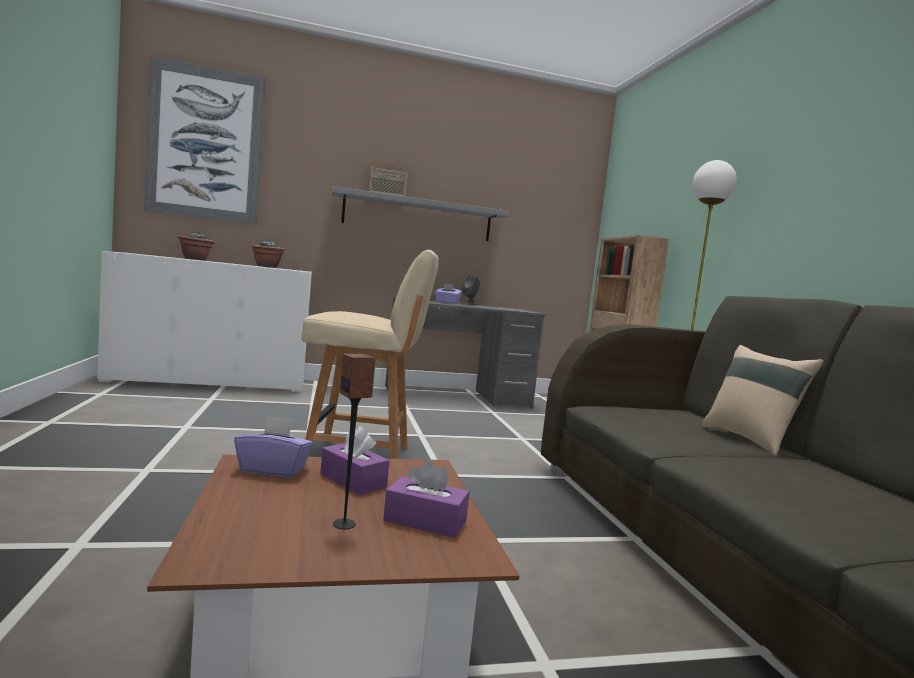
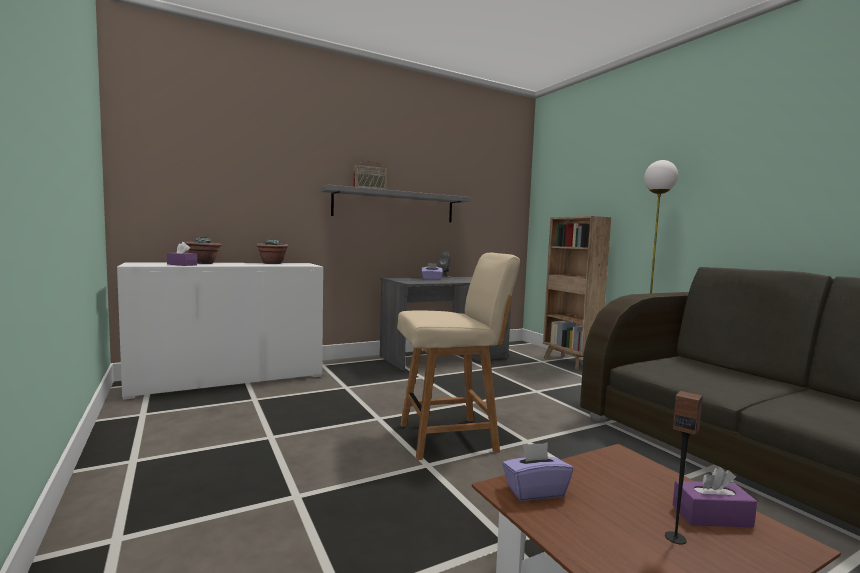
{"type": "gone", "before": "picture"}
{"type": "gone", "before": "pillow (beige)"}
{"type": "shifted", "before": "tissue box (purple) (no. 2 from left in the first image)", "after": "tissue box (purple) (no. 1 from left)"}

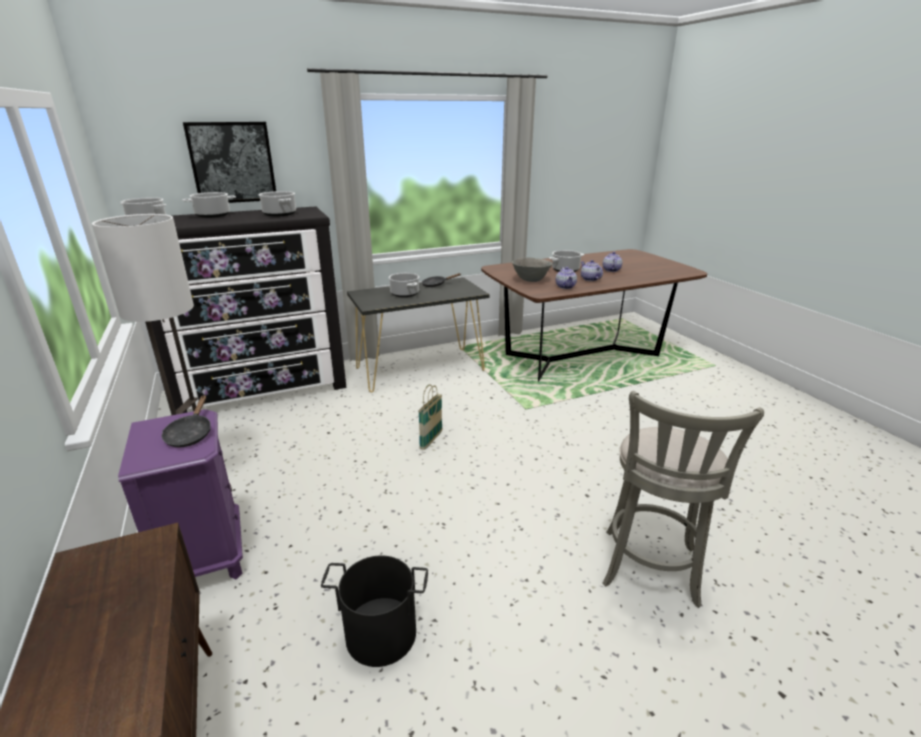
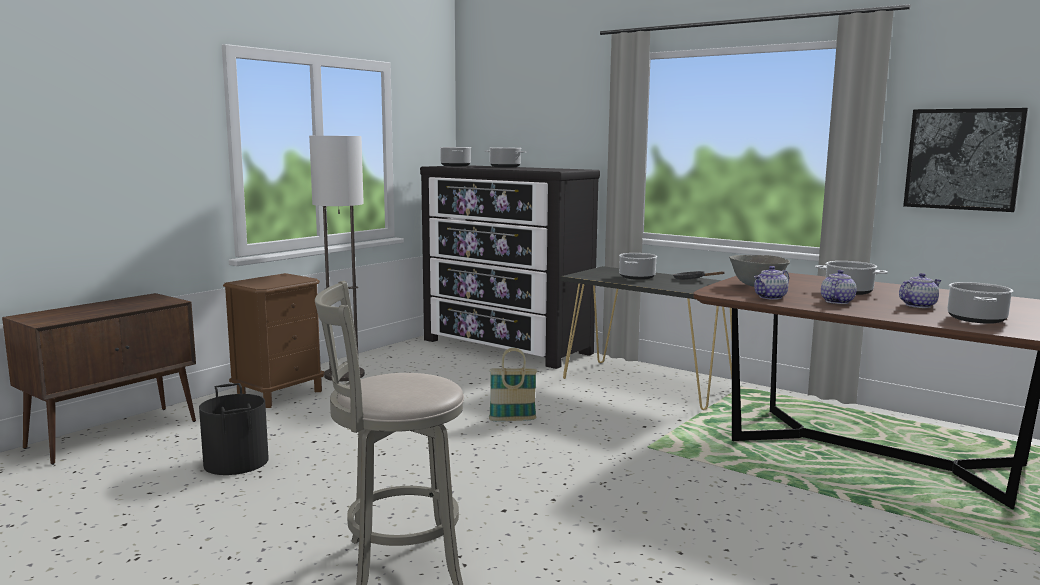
{"type": "gone", "before": "frying pan (black) (no. 1 from left)"}
{"type": "shifted", "before": "picture"}
{"type": "shifted", "before": "cooking pot (no. 3 from left in the first image)", "after": "cooking pot (no. 5 from left)"}
{"type": "repainted", "before": "nightstand (purple)", "after": "nightstand (brown)"}

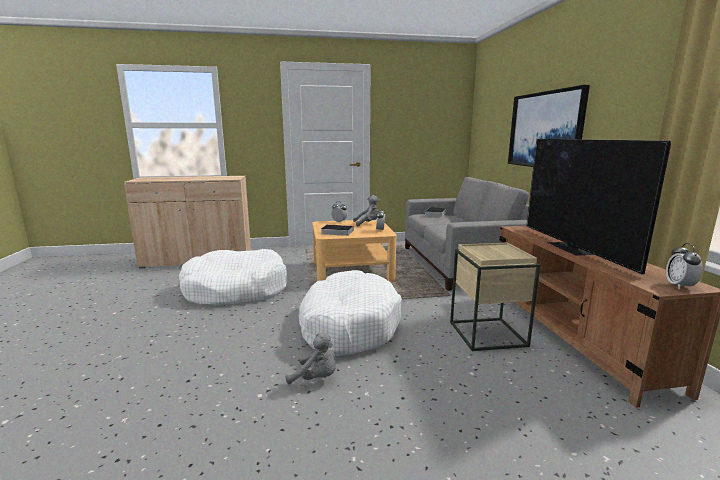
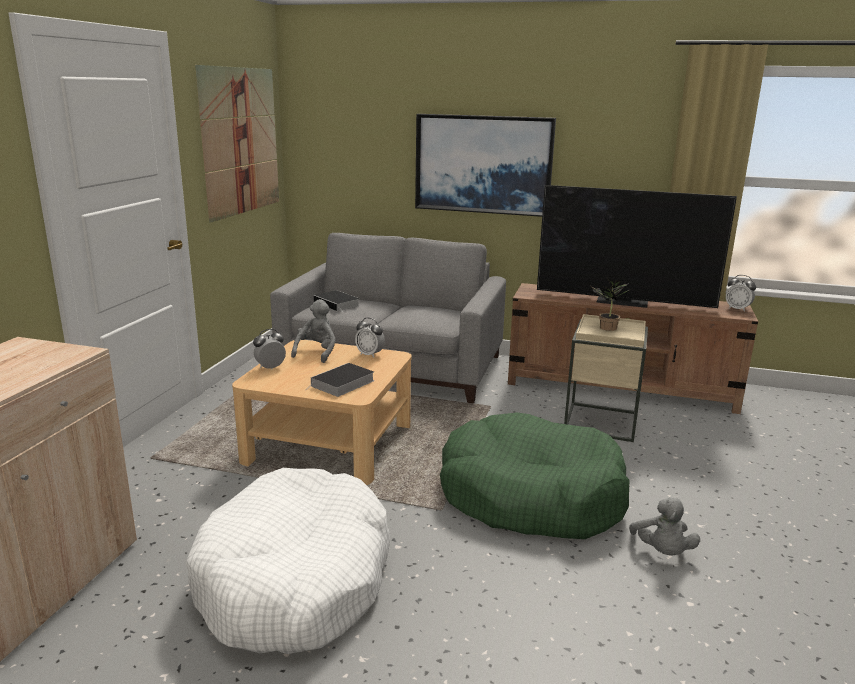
{"type": "new", "after": "picture (no. 1 from left)"}
{"type": "new", "after": "potted plant"}
{"type": "repainted", "before": "dog bed (white) (no. 2 from left)", "after": "dog bed (green)"}
{"type": "rotated", "before": "plush toy (grey) (no. 1 from left in the first image)", "turn": 135}

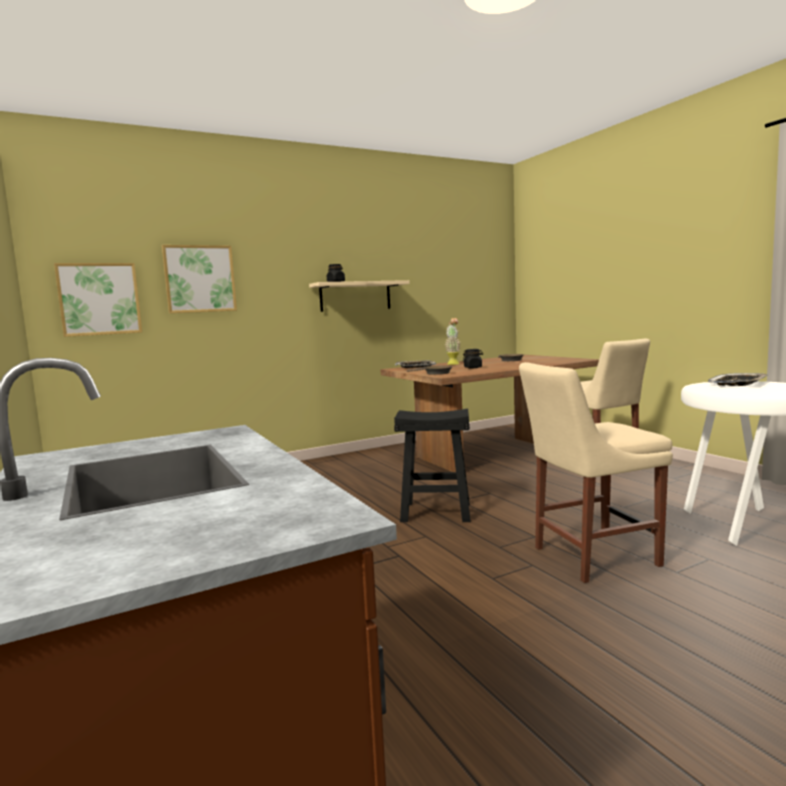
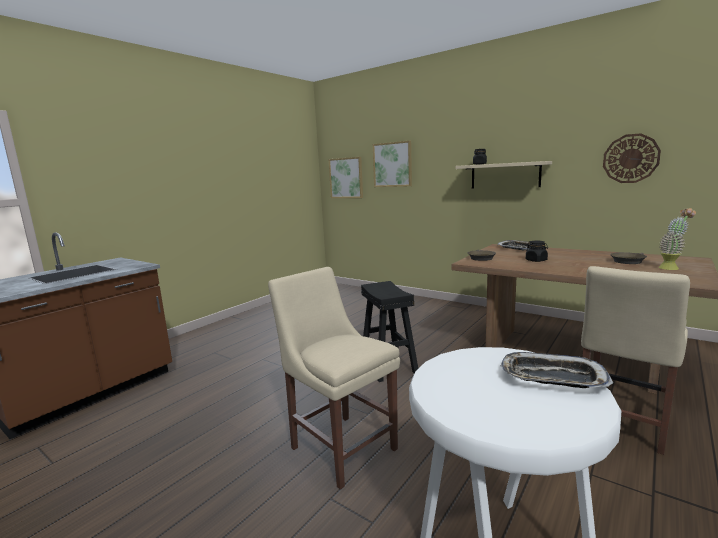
{"type": "new", "after": "wall clock"}
{"type": "shifted", "before": "potted plant"}

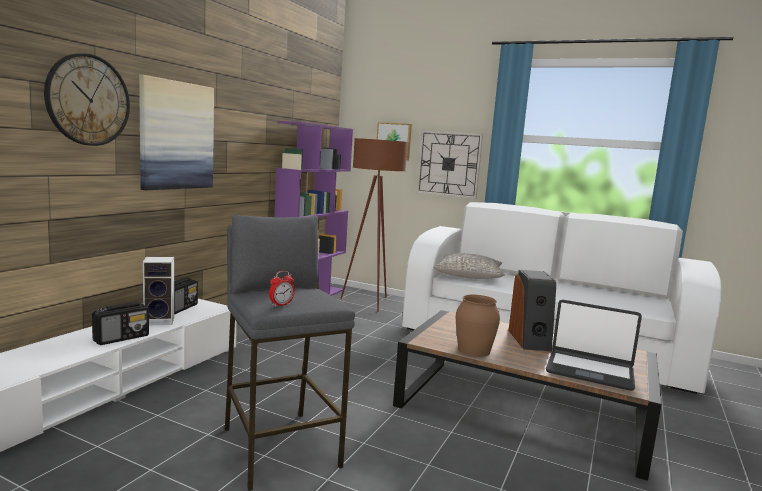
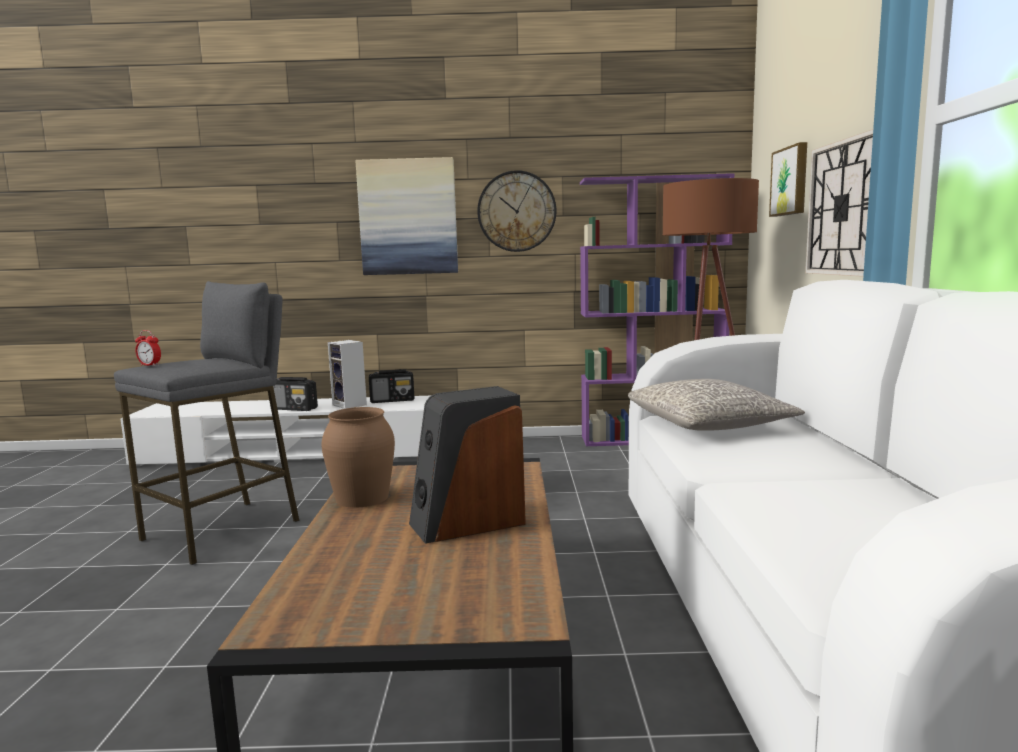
{"type": "gone", "before": "laptop"}
{"type": "shifted", "before": "wall clock (no. 1 from left)"}

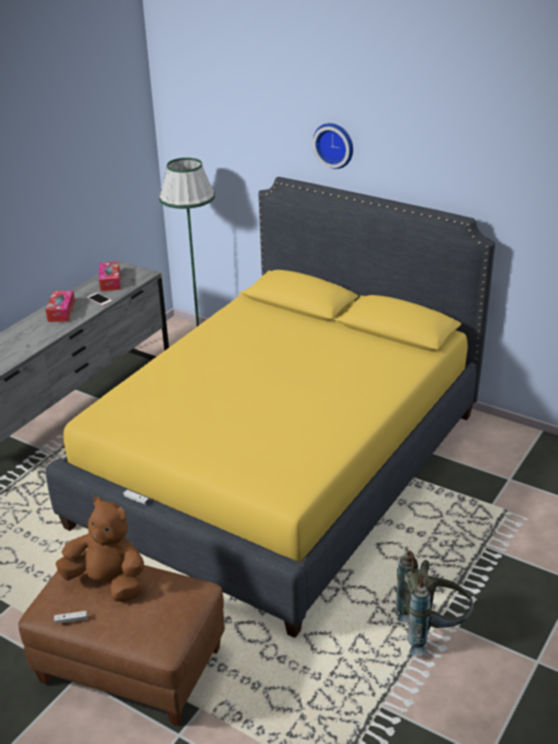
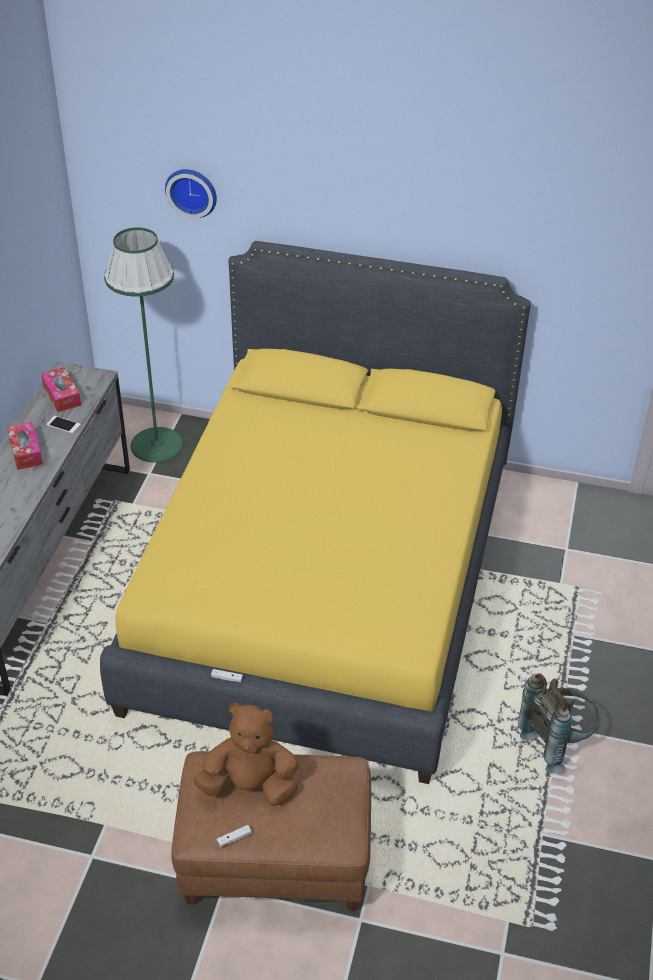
{"type": "shifted", "before": "wall clock"}

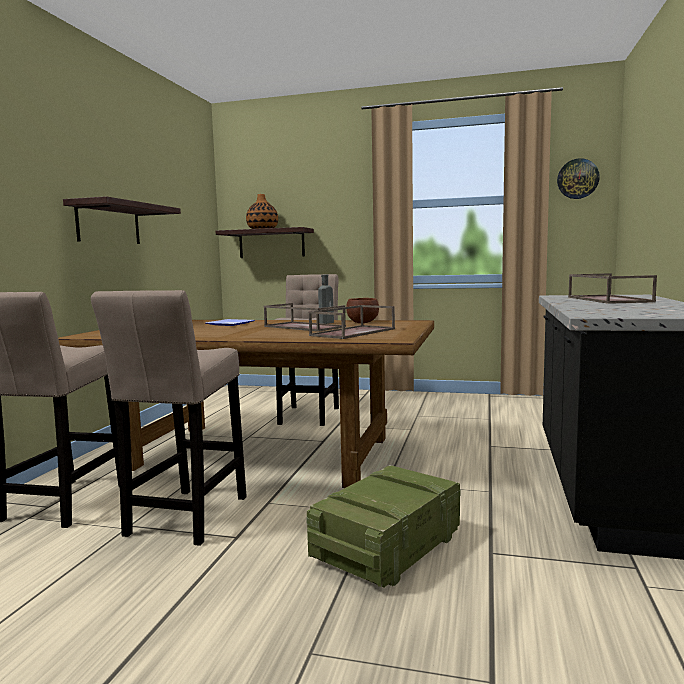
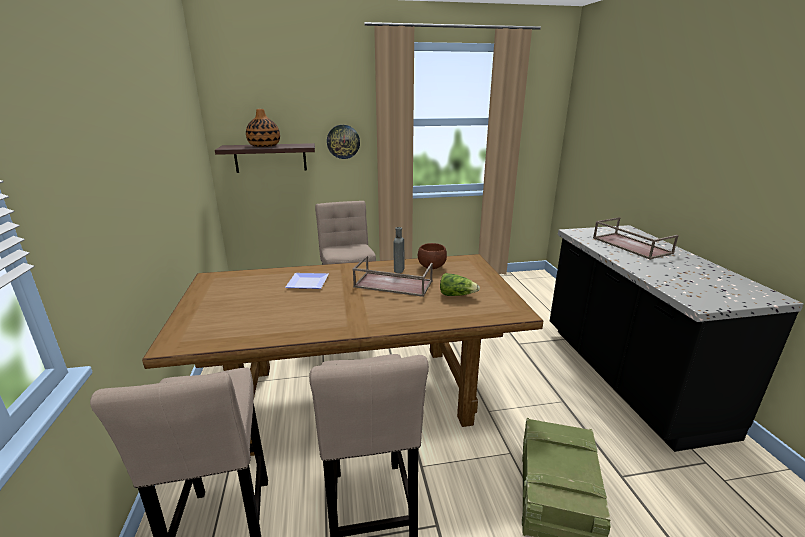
{"type": "gone", "before": "shelf (no. 1 from left)"}
{"type": "shifted", "before": "wall clock"}
{"type": "swapped", "before": "tray (brown) (no. 2 from left)", "after": "lettuce"}

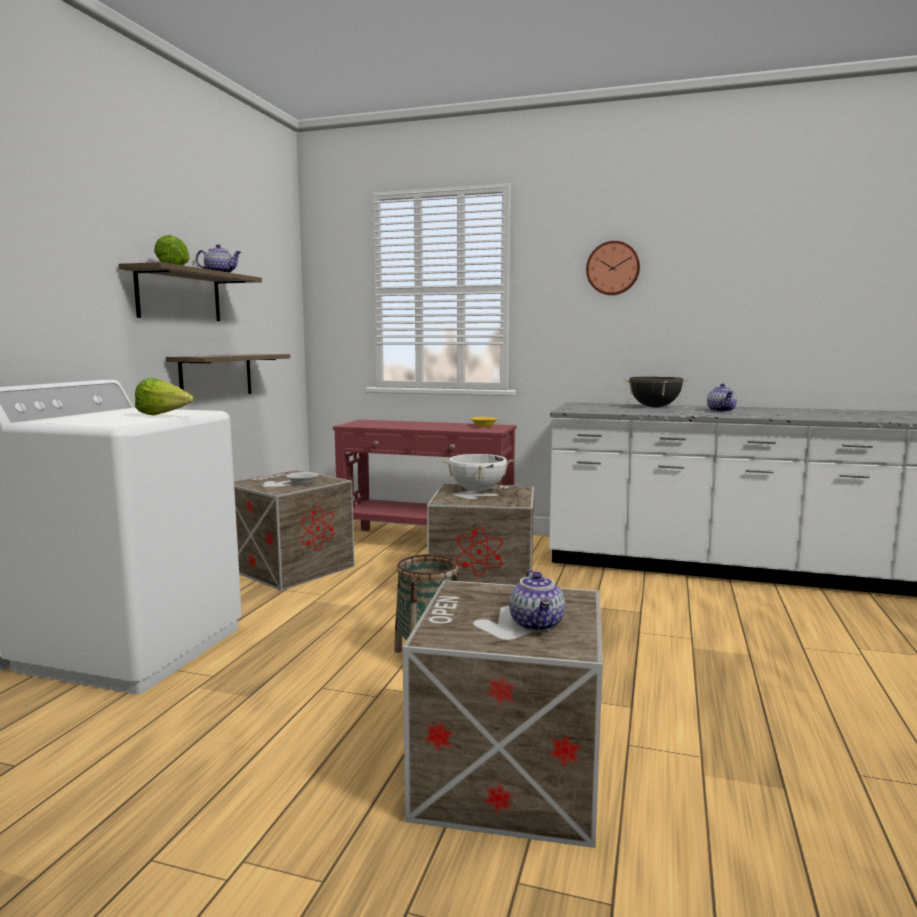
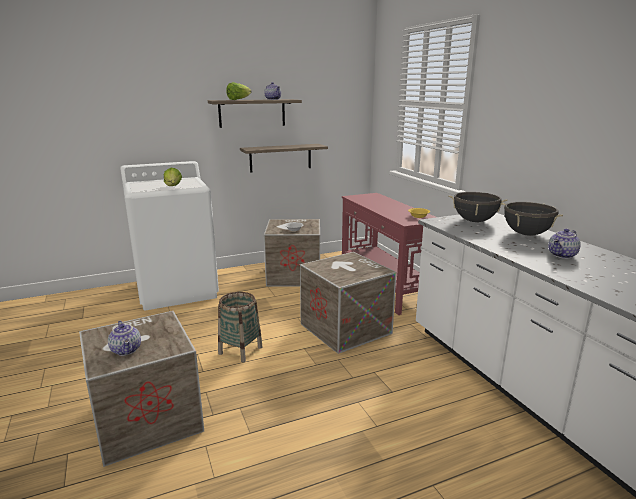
{"type": "gone", "before": "cooking pot (white)"}
{"type": "gone", "before": "wall clock"}
{"type": "new", "after": "cooking pot (black) (no. 1 from left)"}
{"type": "rotated", "before": "teapot (no. 2 from left in the first image)", "turn": -75}

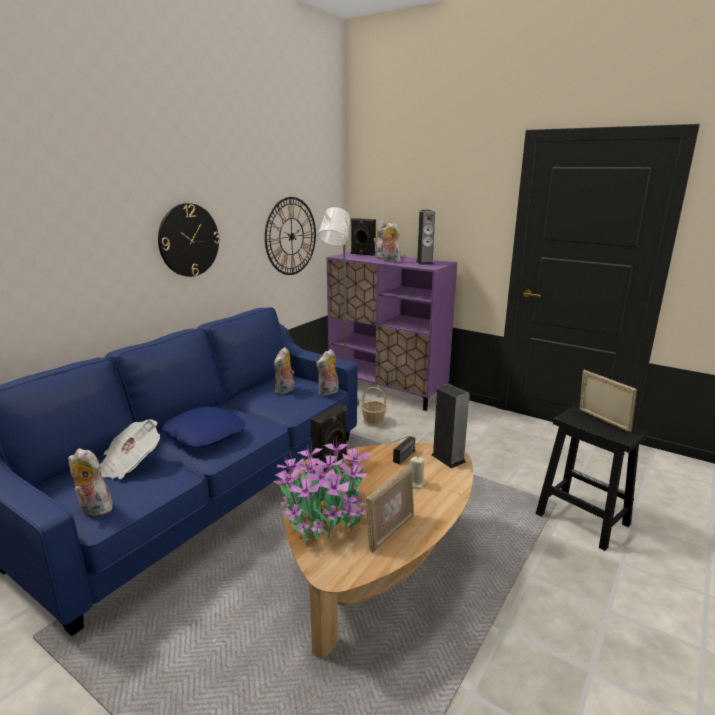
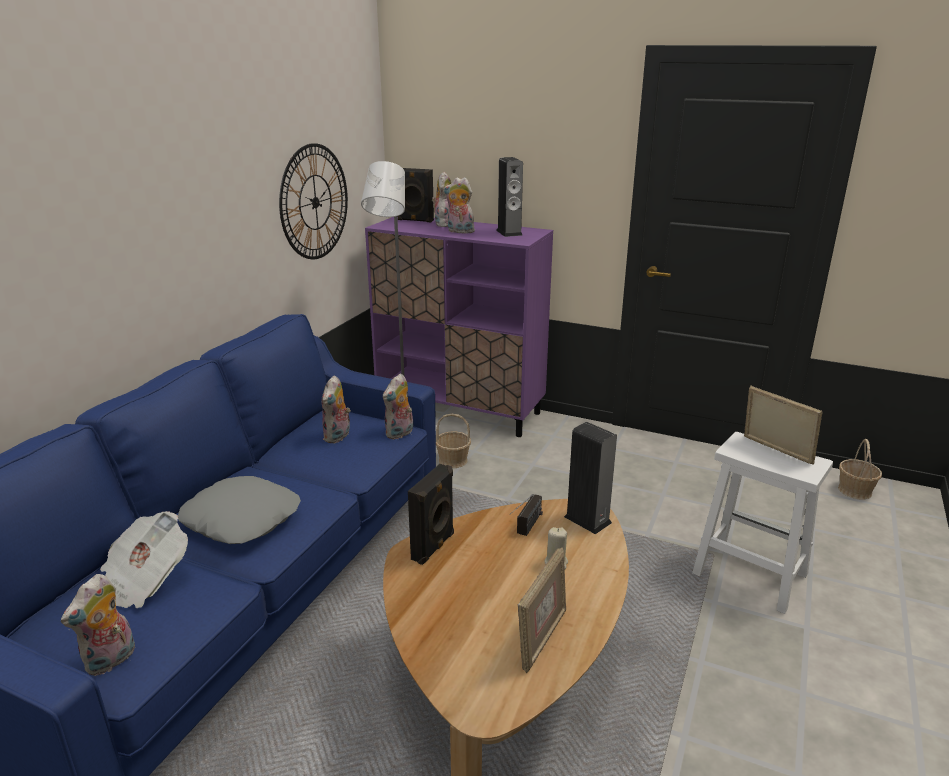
{"type": "gone", "before": "wall clock (no. 1 from left)"}
{"type": "gone", "before": "potted plant"}
{"type": "new", "after": "basket (no. 2 from left)"}
{"type": "repainted", "before": "pillow (blue)", "after": "pillow (grey)"}
{"type": "repainted", "before": "stool (black)", "after": "stool (white)"}
{"type": "rotated", "before": "plush toy (no. 1 from left)", "turn": -75}

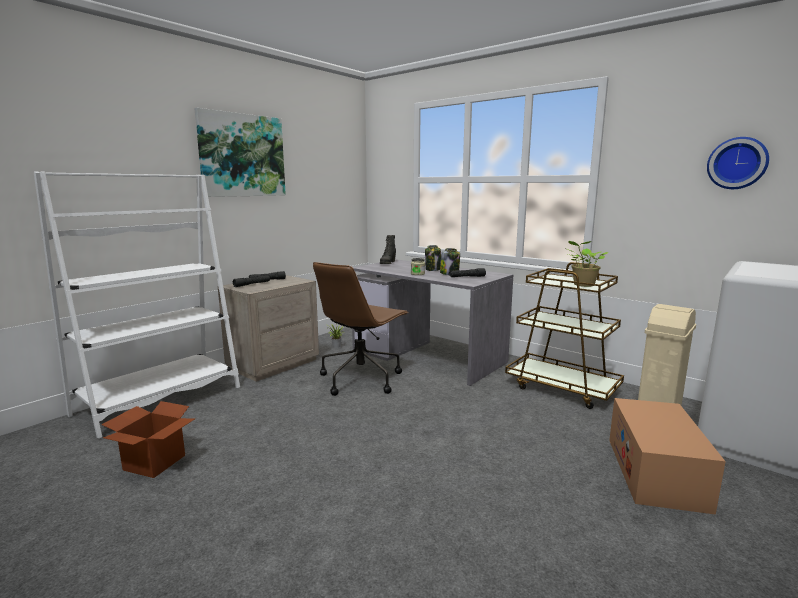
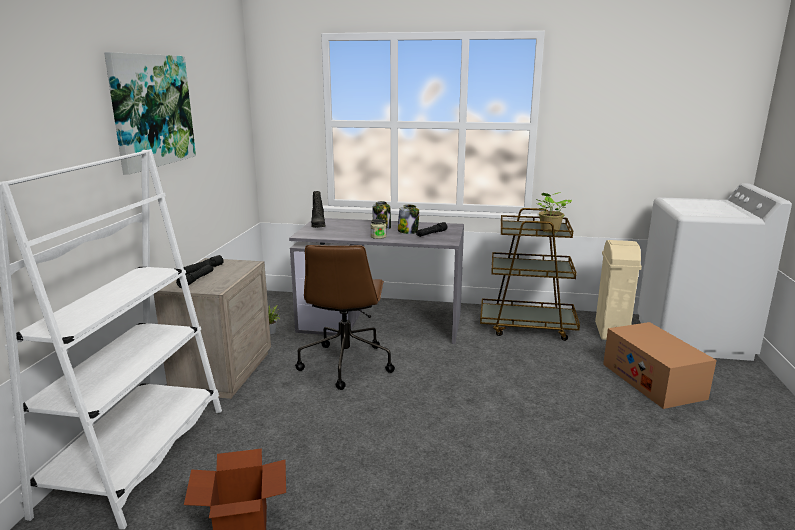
{"type": "gone", "before": "wall clock"}

